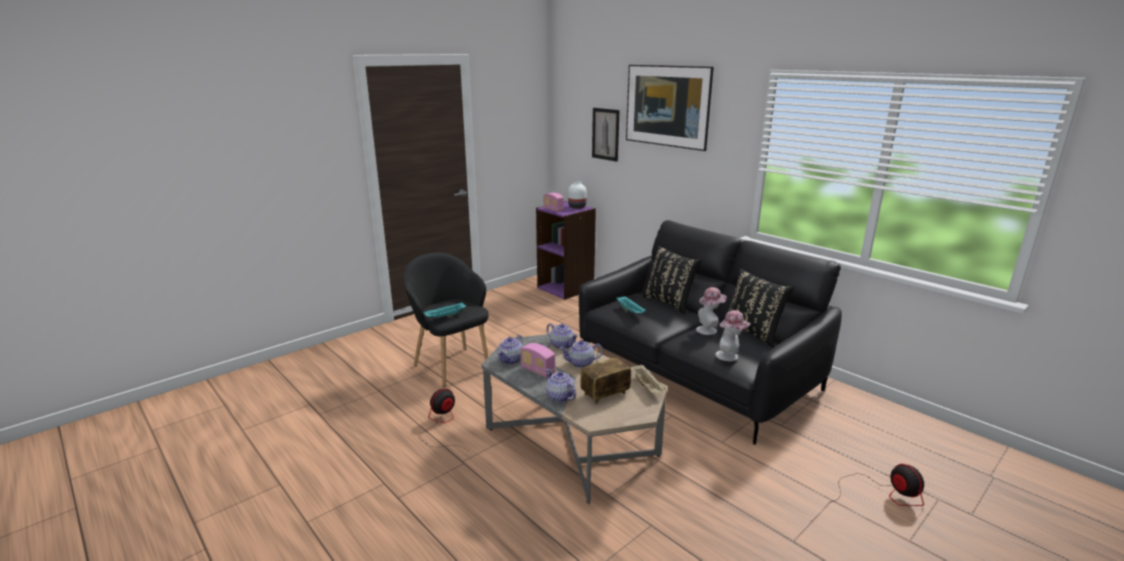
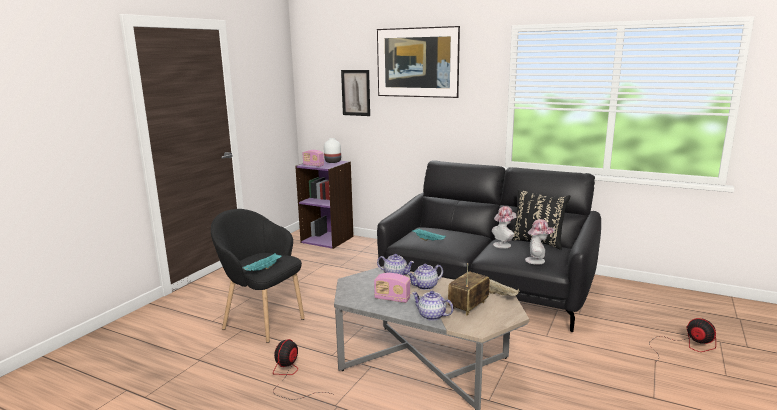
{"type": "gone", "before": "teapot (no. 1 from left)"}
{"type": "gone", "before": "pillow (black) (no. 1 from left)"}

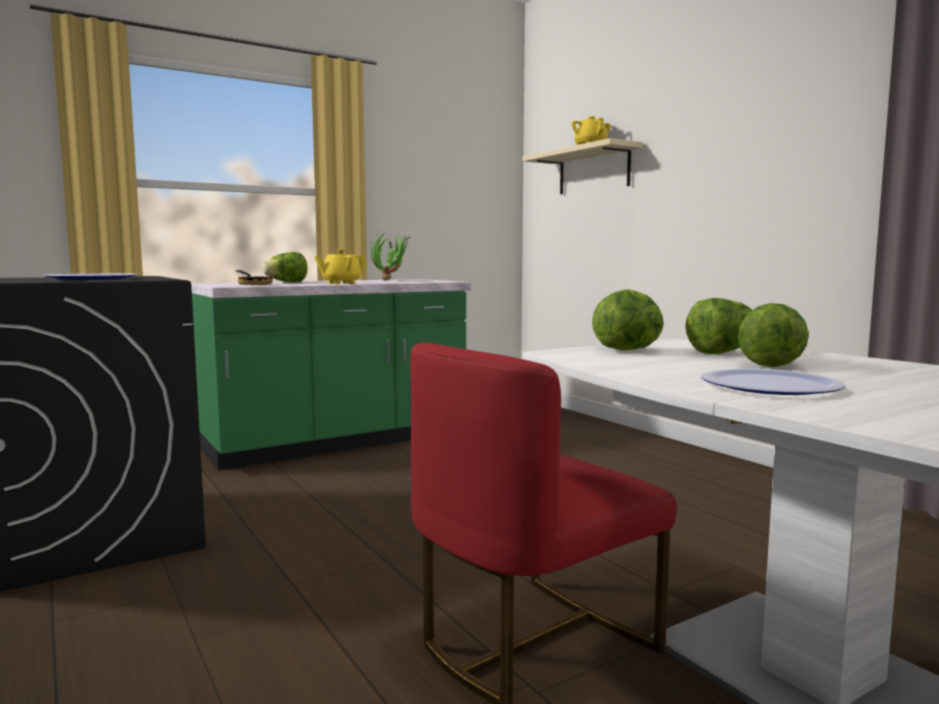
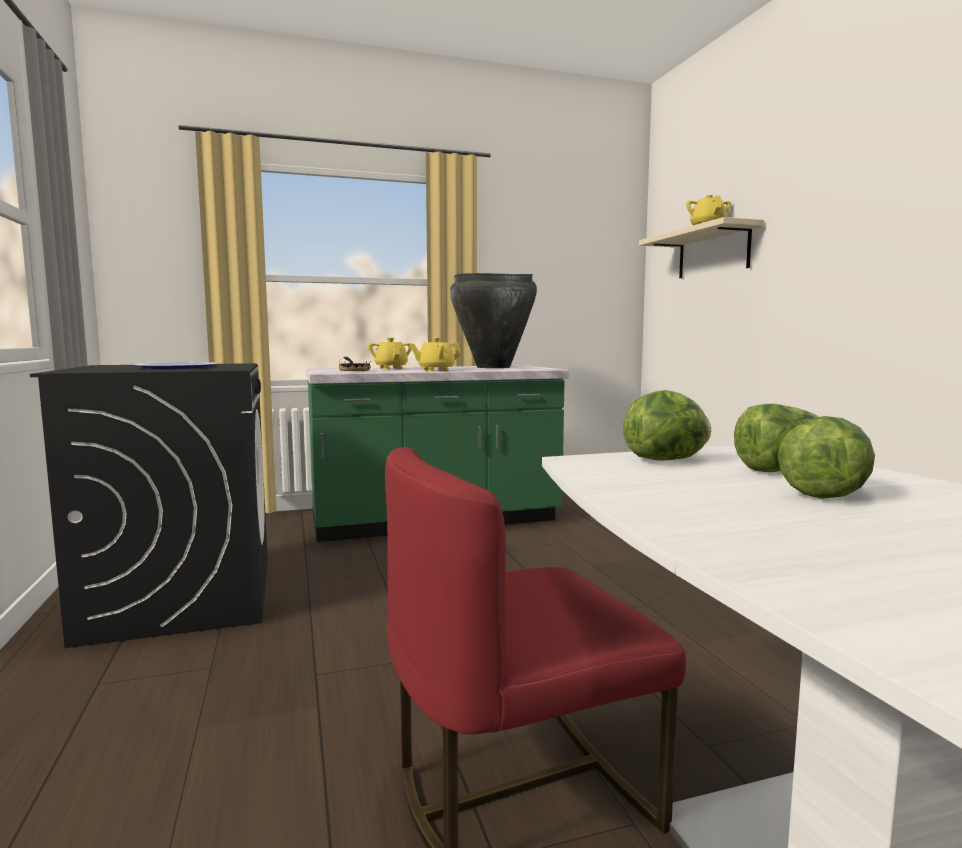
{"type": "gone", "before": "plate (no. 2 from left)"}
{"type": "swapped", "before": "lettuce (no. 1 from left)", "after": "teapot (yellow) (no. 1 from left)"}
{"type": "swapped", "before": "potted plant", "after": "vase (black)"}

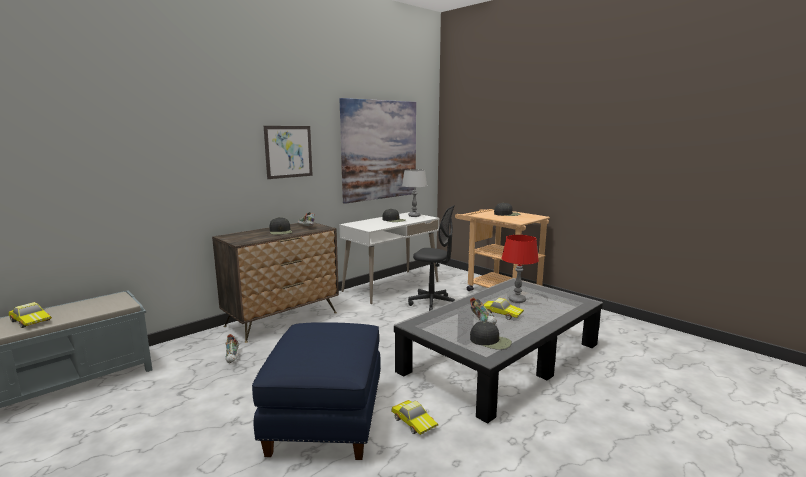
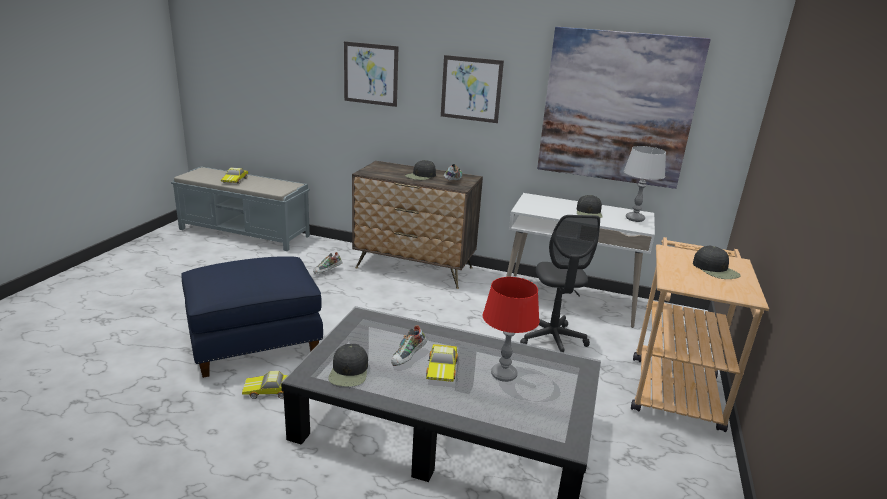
{"type": "new", "after": "picture (no. 1 from left)"}
{"type": "rotated", "before": "toy car (no. 2 from left)", "turn": 60}

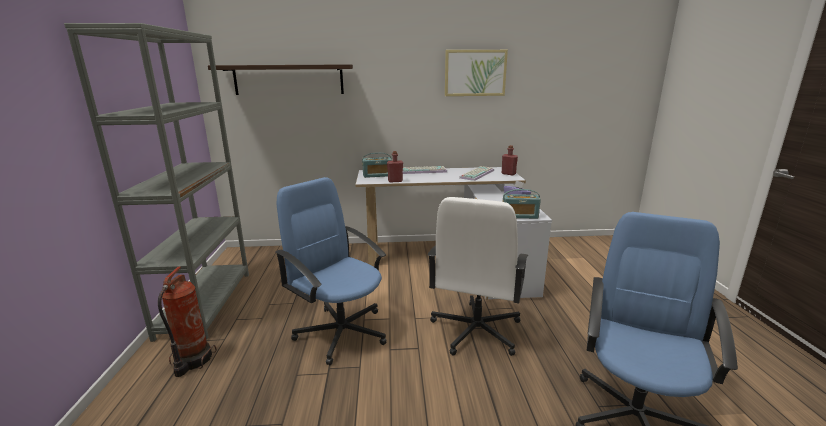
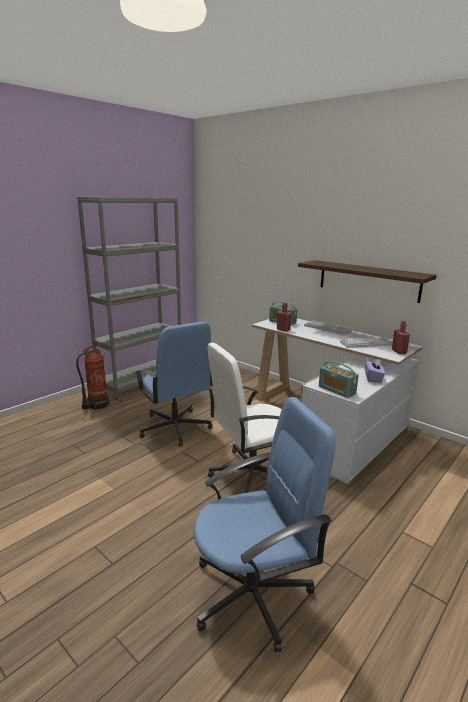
{"type": "gone", "before": "picture"}
{"type": "shifted", "before": "shelf"}
{"type": "rotated", "before": "office chair (blue) (no. 1 from left)", "turn": 150}

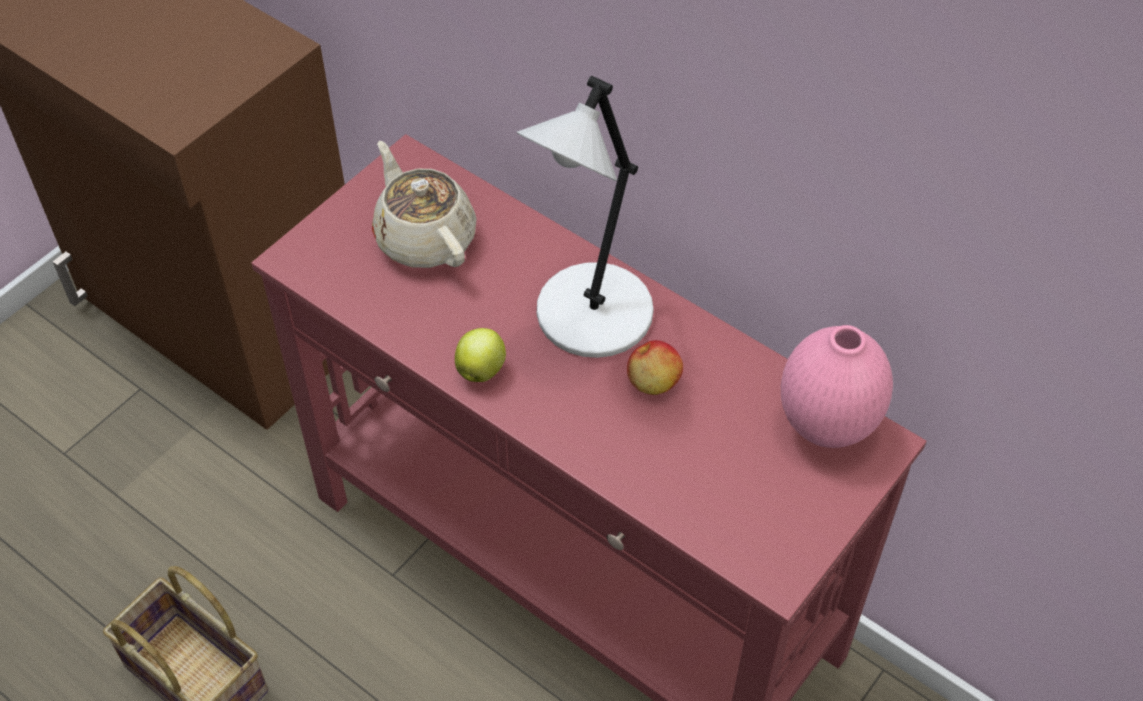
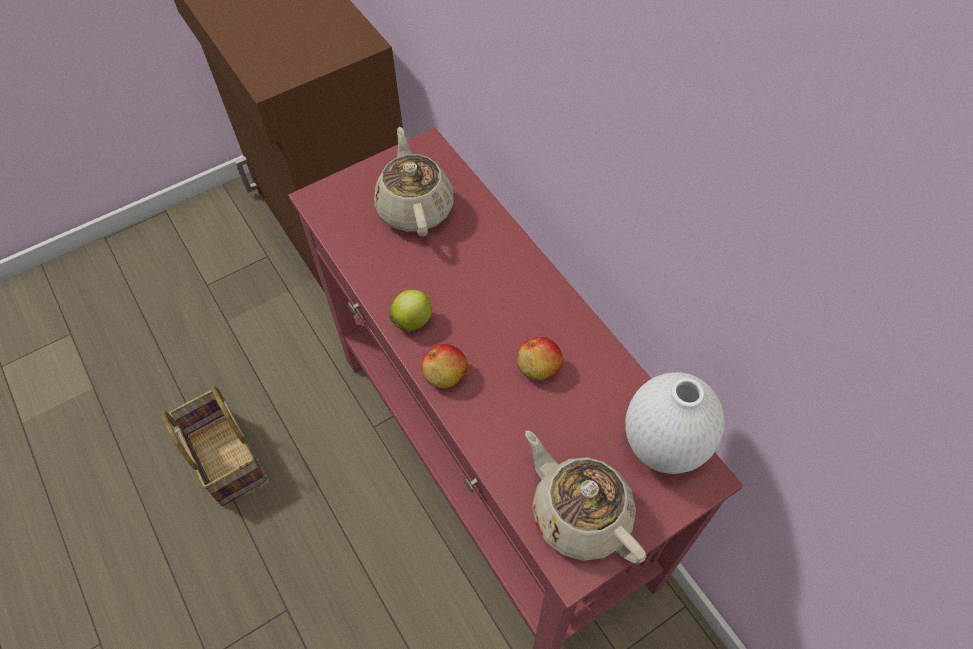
{"type": "gone", "before": "table lamp (grey)"}
{"type": "new", "after": "apple (no. 2 from left)"}
{"type": "new", "after": "teapot (beige) (no. 2 from left)"}
{"type": "repainted", "before": "vase (pink)", "after": "vase (white)"}

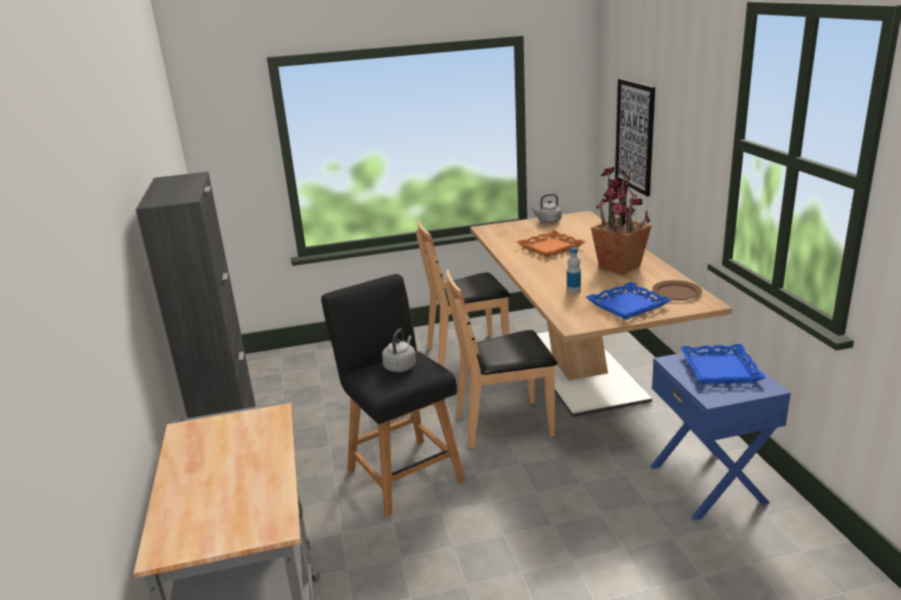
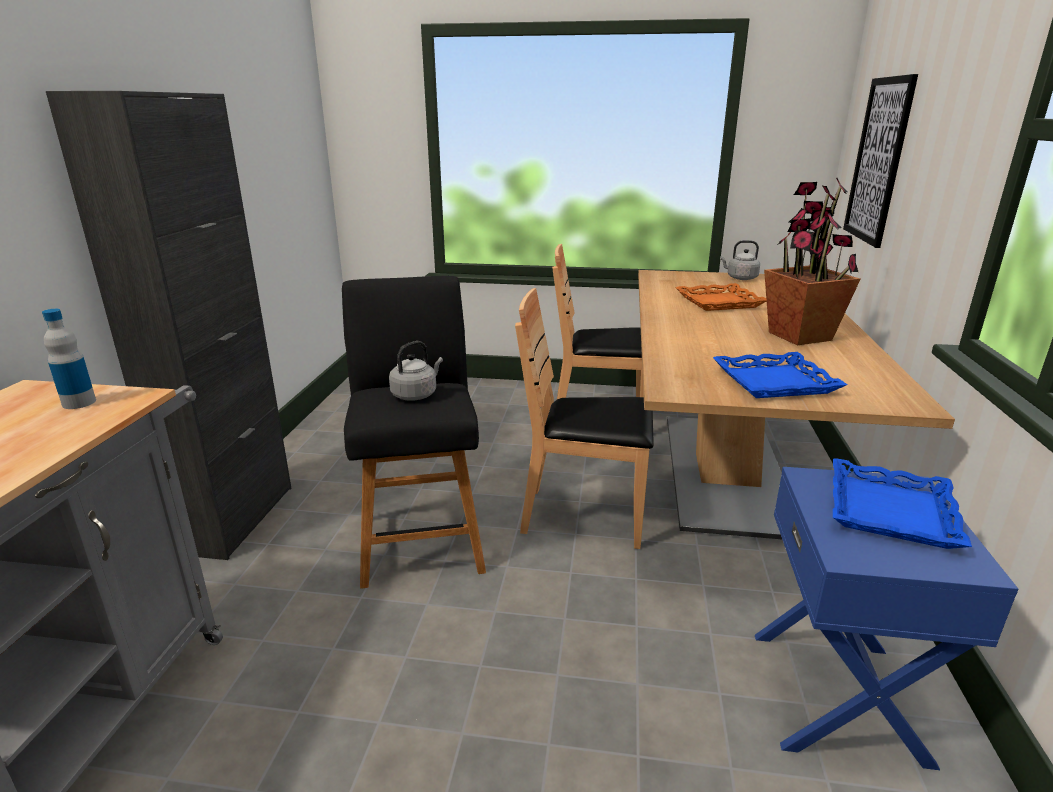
{"type": "gone", "before": "plate (brown)"}
{"type": "shifted", "before": "bottle"}

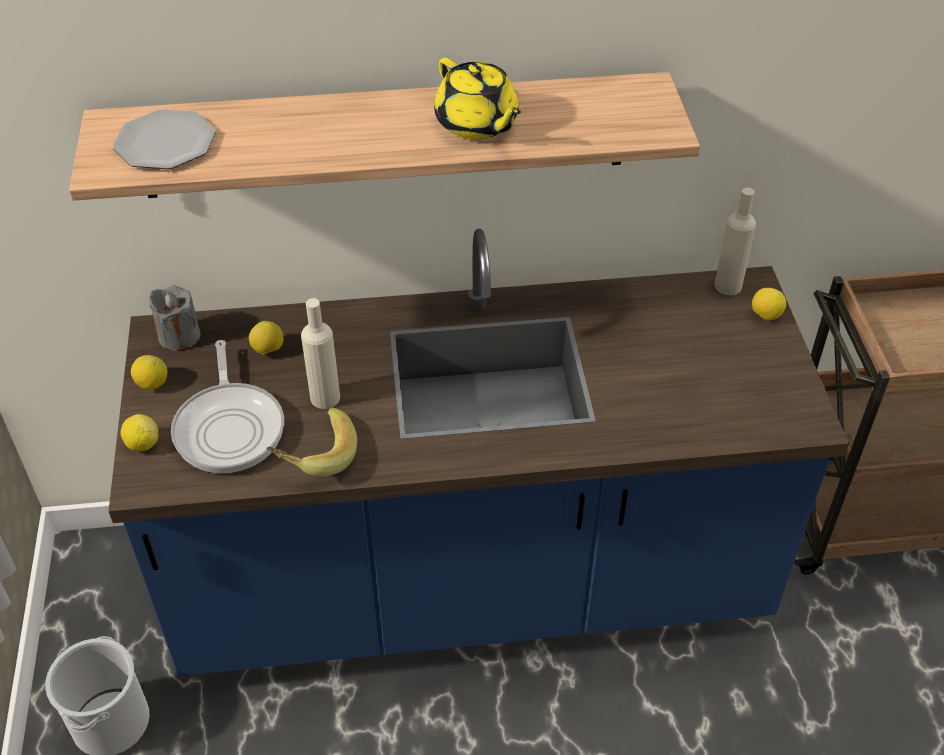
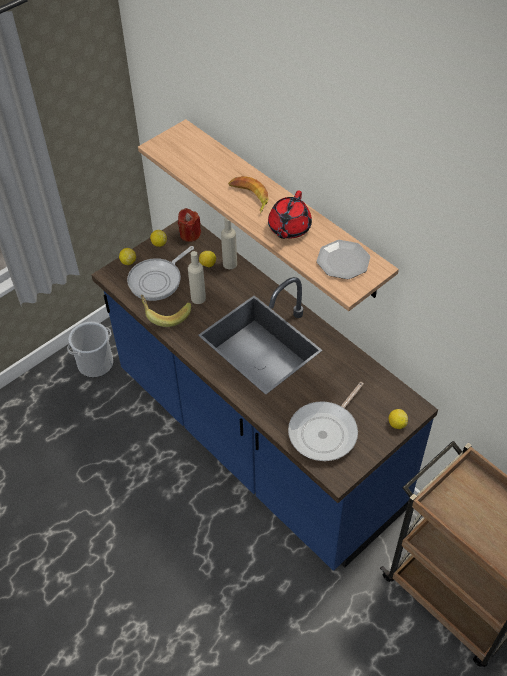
{"type": "new", "after": "banana (no. 2 from left)"}
{"type": "new", "after": "frying pan (no. 2 from left)"}
{"type": "shifted", "before": "plate"}
{"type": "shifted", "before": "bottle (beige) (no. 2 from left)"}
{"type": "repainted", "before": "candle (grey)", "after": "candle (red)"}
{"type": "repainted", "before": "teapot (yellow)", "after": "teapot (red)"}

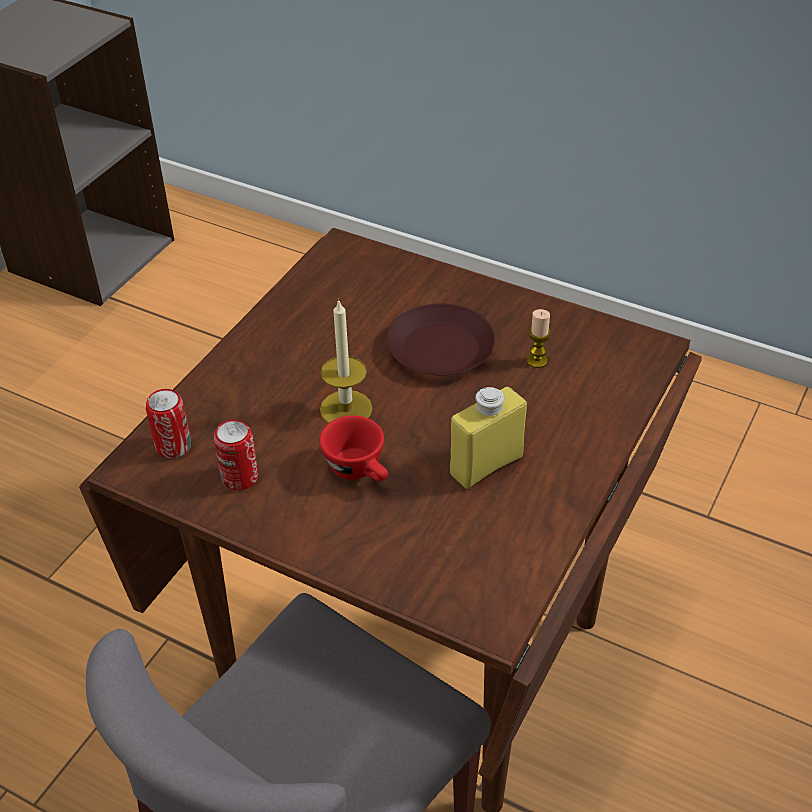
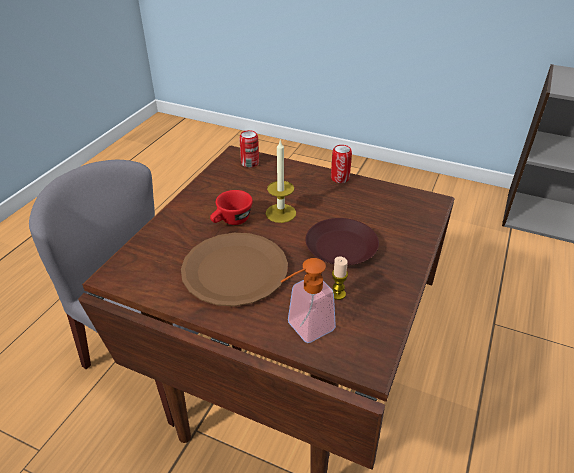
{"type": "new", "after": "soap dispenser"}
{"type": "shifted", "before": "can (no. 2 from left)"}
{"type": "swapped", "before": "bottle (yellow)", "after": "plate (brown) (no. 1 from left)"}

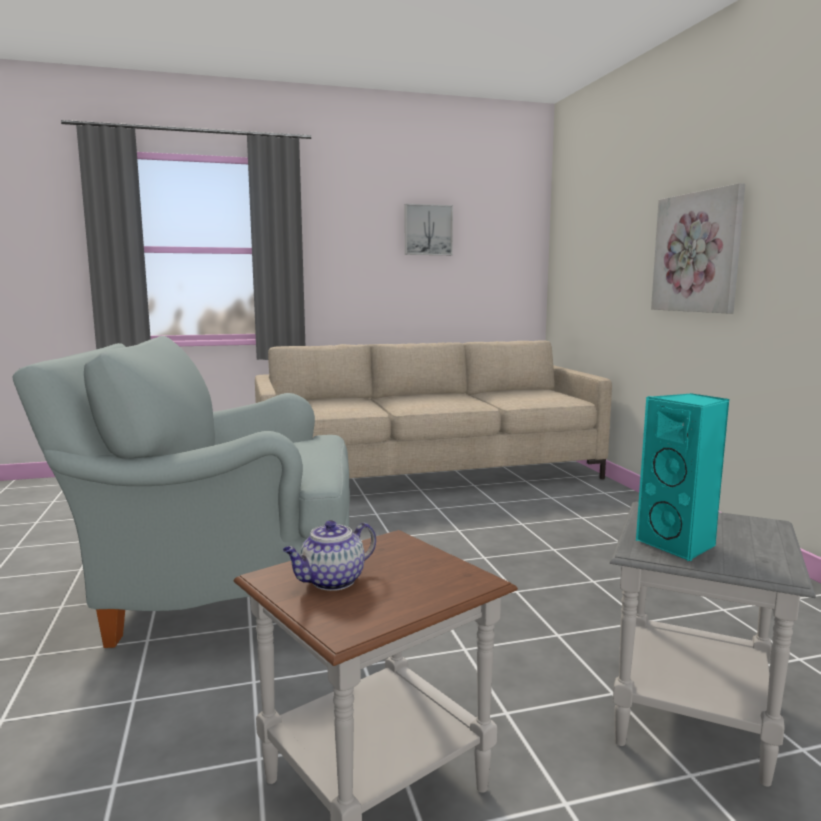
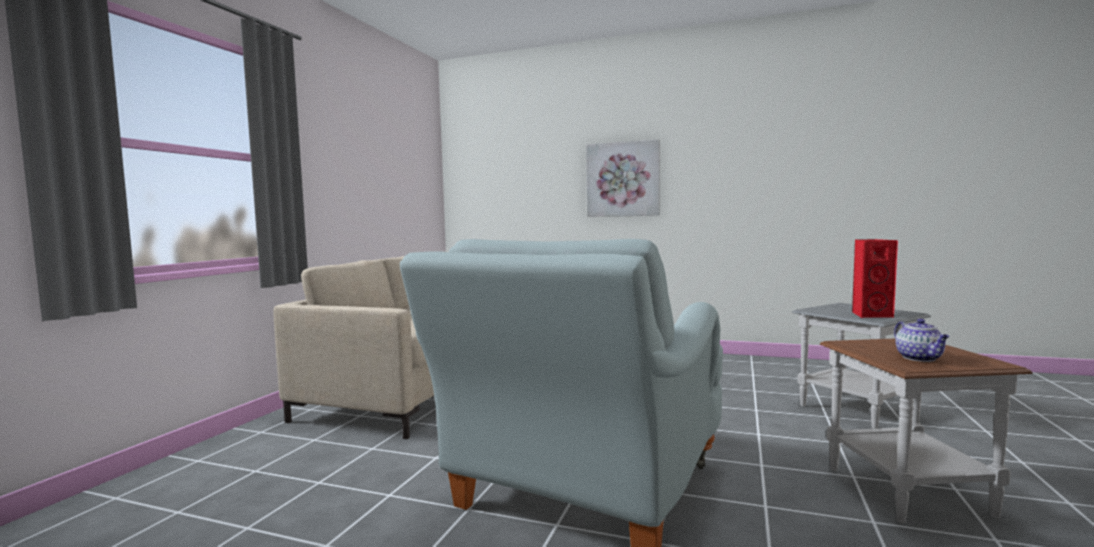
{"type": "gone", "before": "picture (no. 1 from left)"}
{"type": "repainted", "before": "speaker (turquoise)", "after": "speaker (red)"}

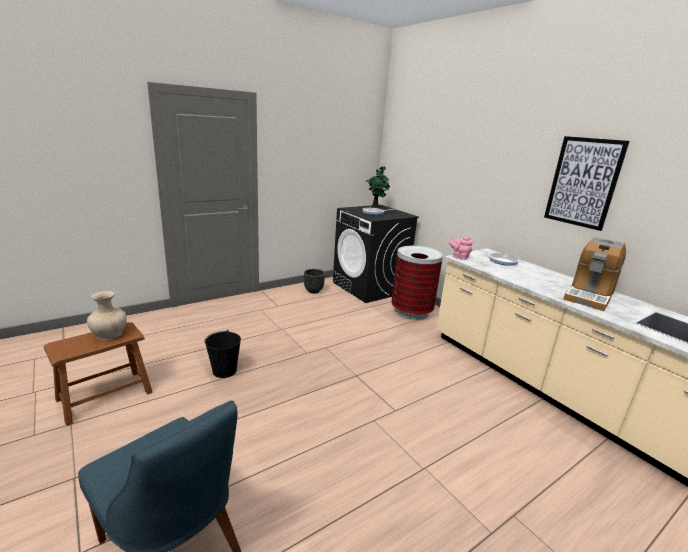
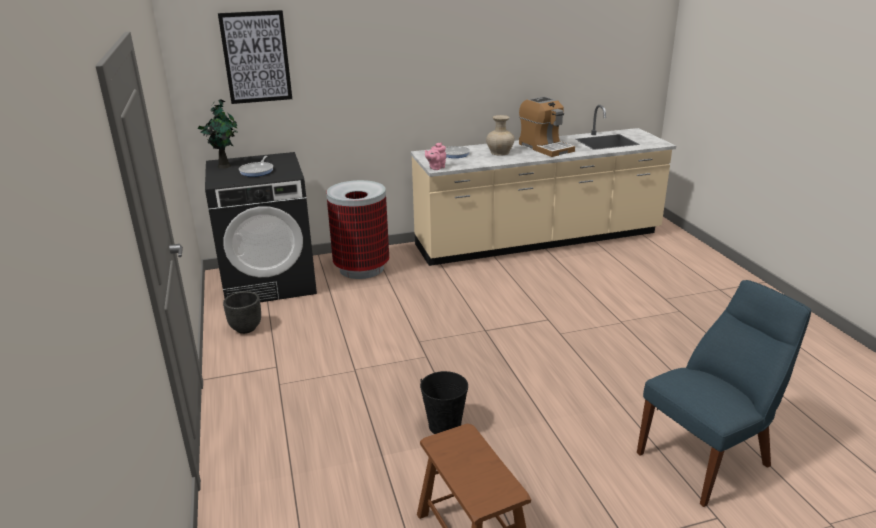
{"type": "shifted", "before": "vase (beige)"}
{"type": "shifted", "before": "picture"}

